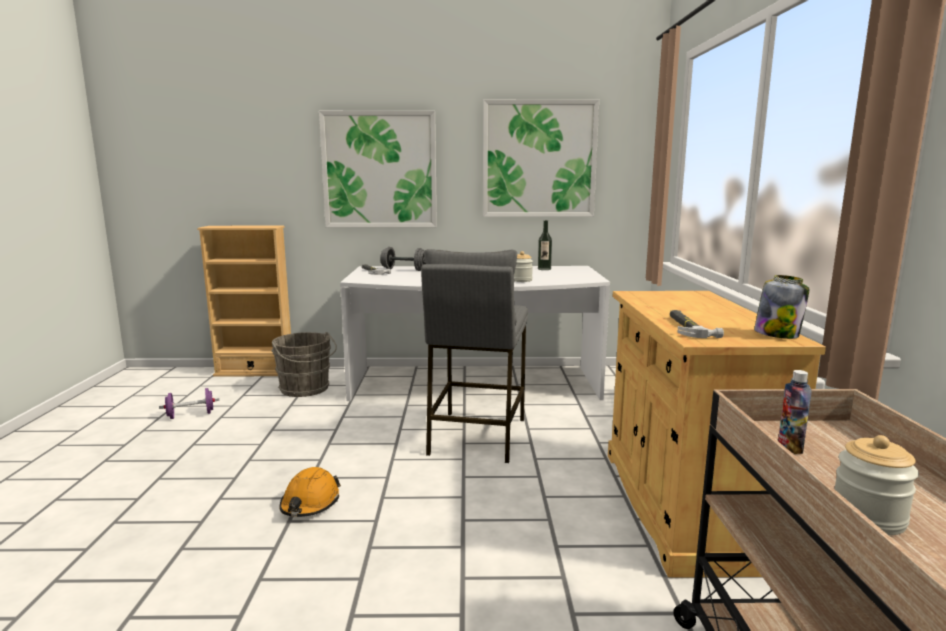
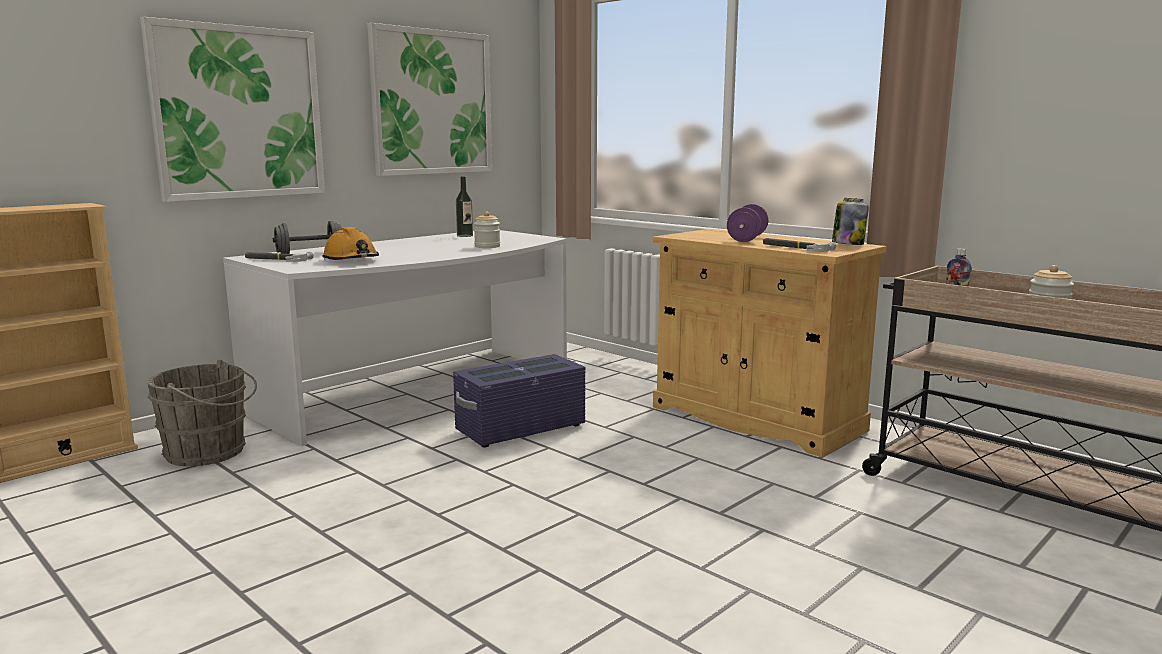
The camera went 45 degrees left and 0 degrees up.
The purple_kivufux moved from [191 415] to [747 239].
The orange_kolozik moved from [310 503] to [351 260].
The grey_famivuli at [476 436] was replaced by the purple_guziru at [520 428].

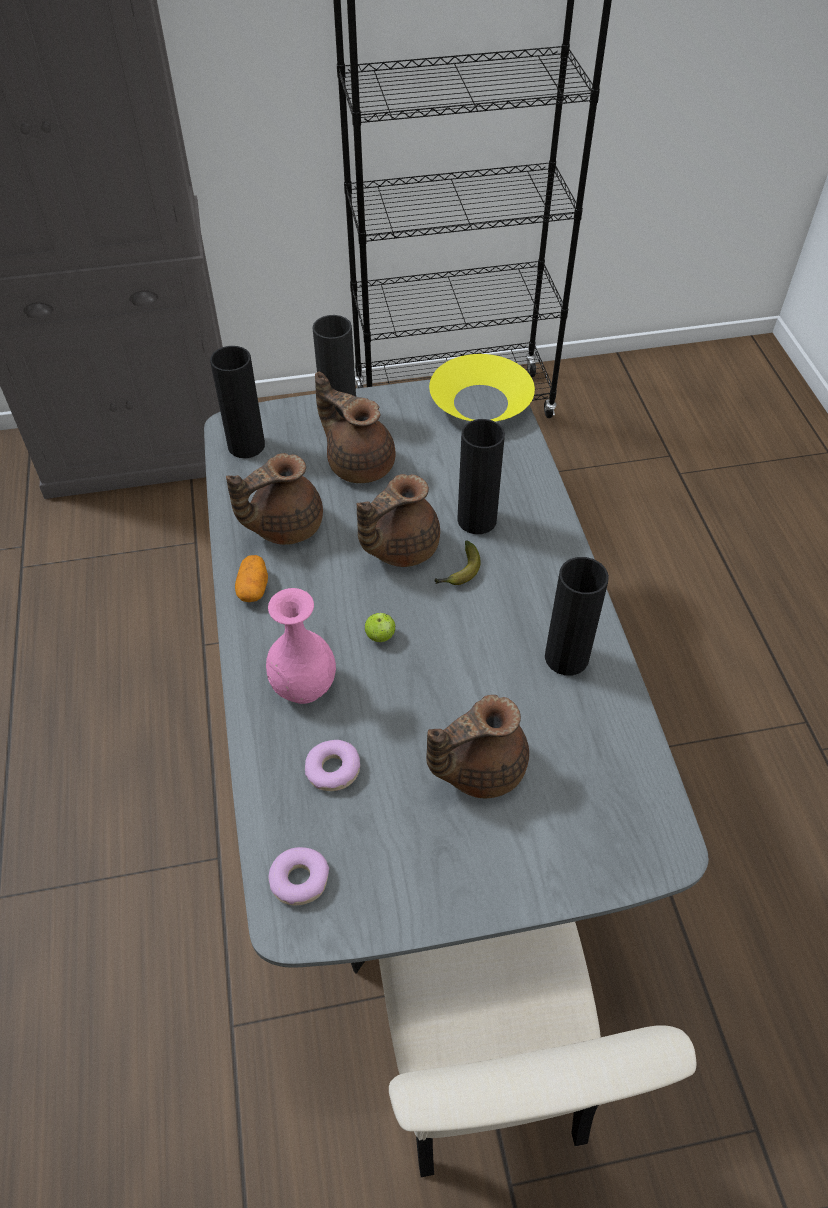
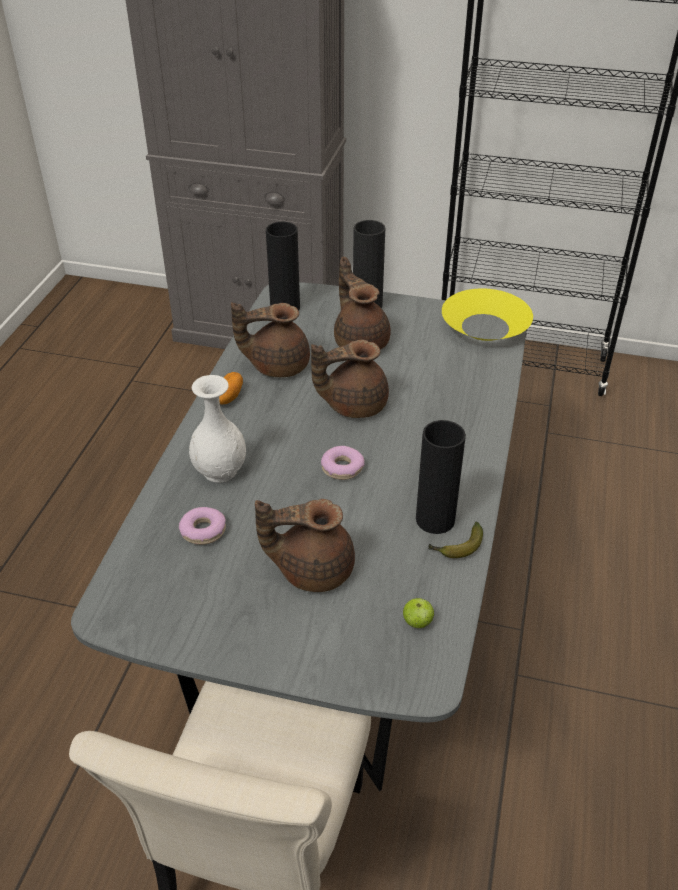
The camera went 25 degrees right and 10 degrees down.
The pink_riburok at [304 685] became the white_riburok at [220 470].
The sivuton moved from [300 880] to [342 468].
The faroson moved from [380 636] to [417 622].
The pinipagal moved from [459 572] to [457 547].
The black_riburok at [477 520] disappeared.

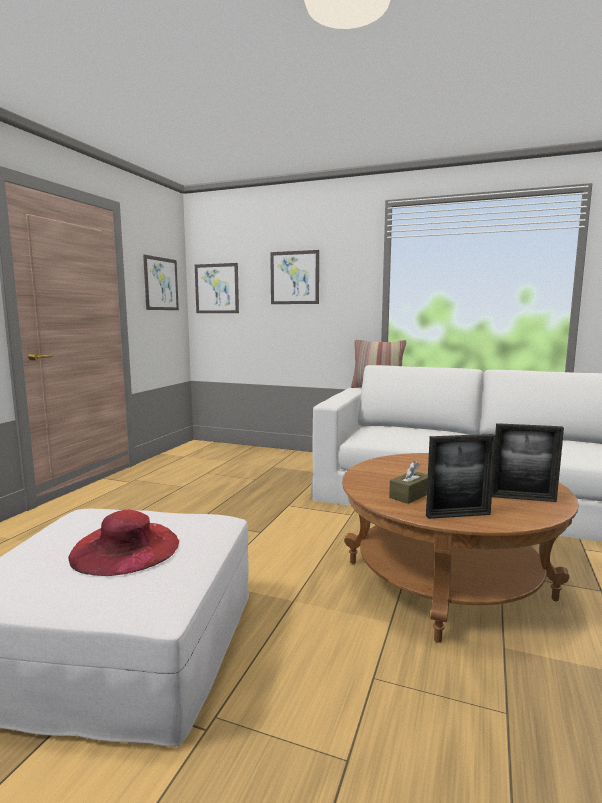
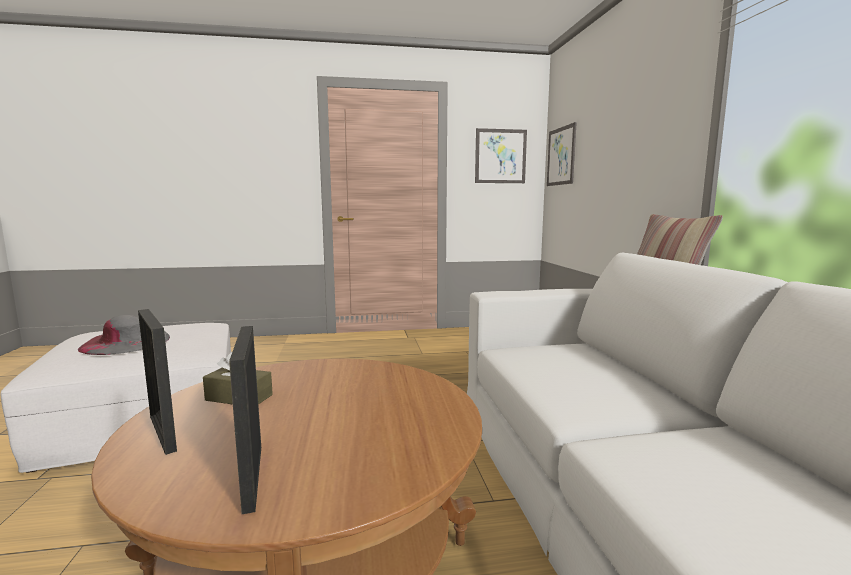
The camera went 60 degrees right and 0 degrees up.
The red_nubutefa at [125 548] became the grey_nubutefa at [126 342].
The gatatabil at [294 277] disappeared.

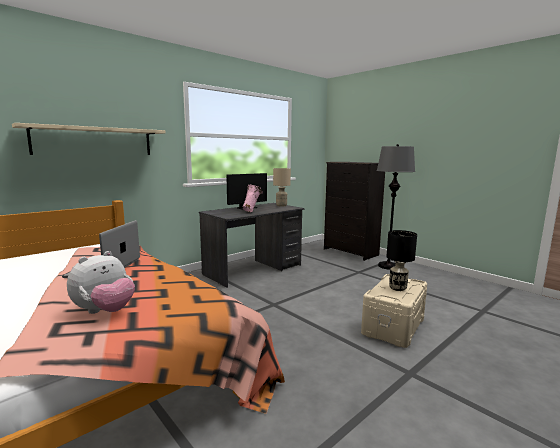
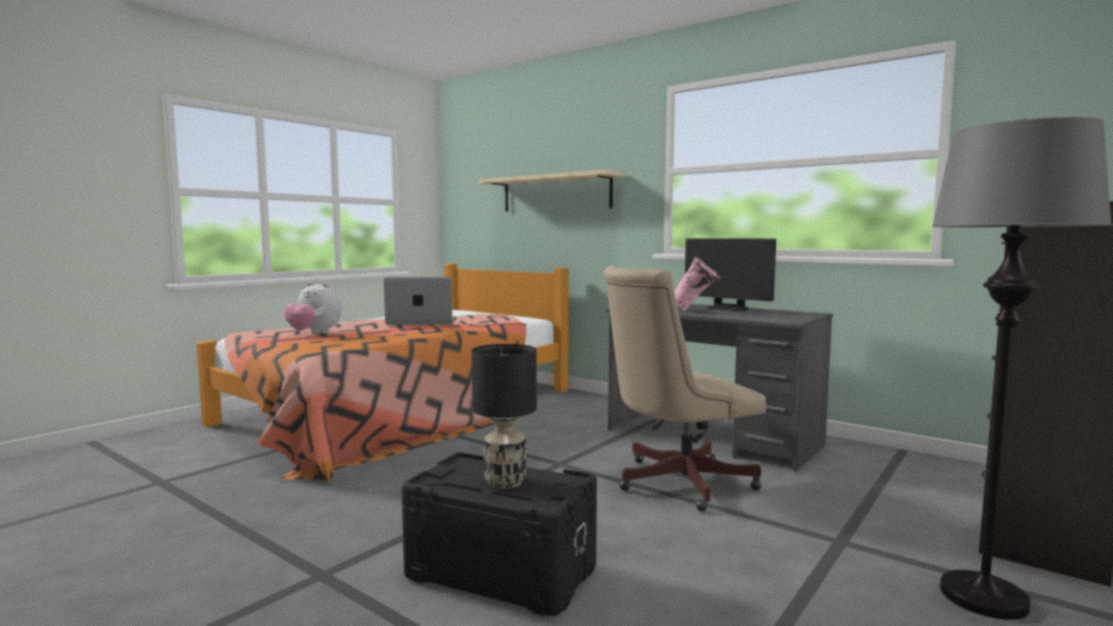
The camera went 80 degrees right and 5 degrees down.
The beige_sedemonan at [281 205] disappeared.
The beige_guziru at [394 326] became the black_guziru at [500 573].
The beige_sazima at [675 482] appeared.

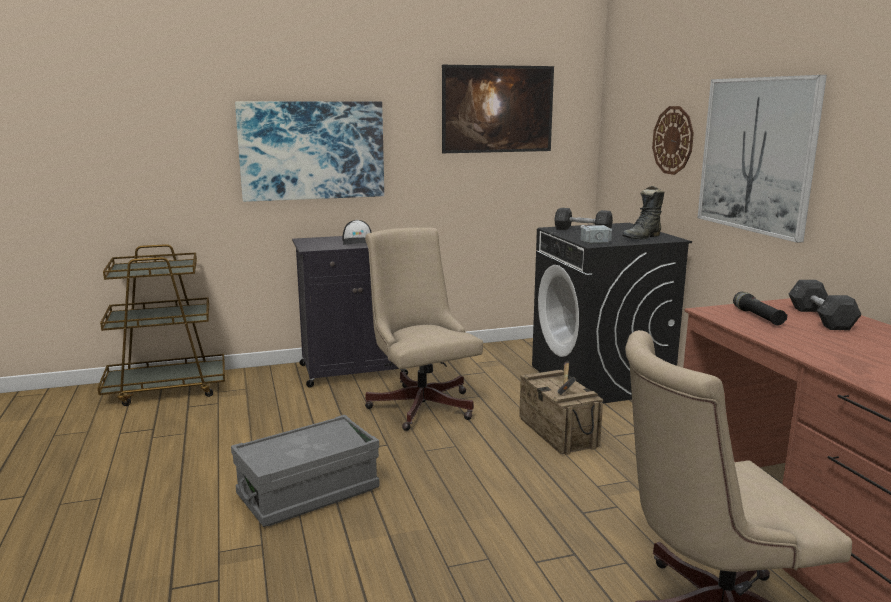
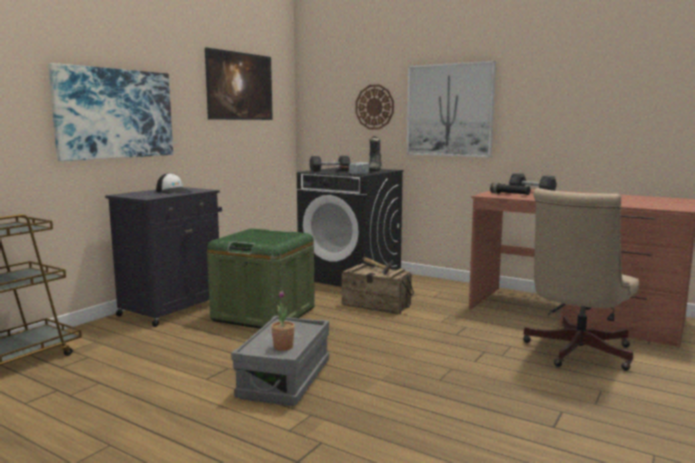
The camera went 40 degrees left and 5 degrees down.
The beige_sazima at [420 403] was replaced by the green_guziru at [264 314].
The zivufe at [283 347] appeared.

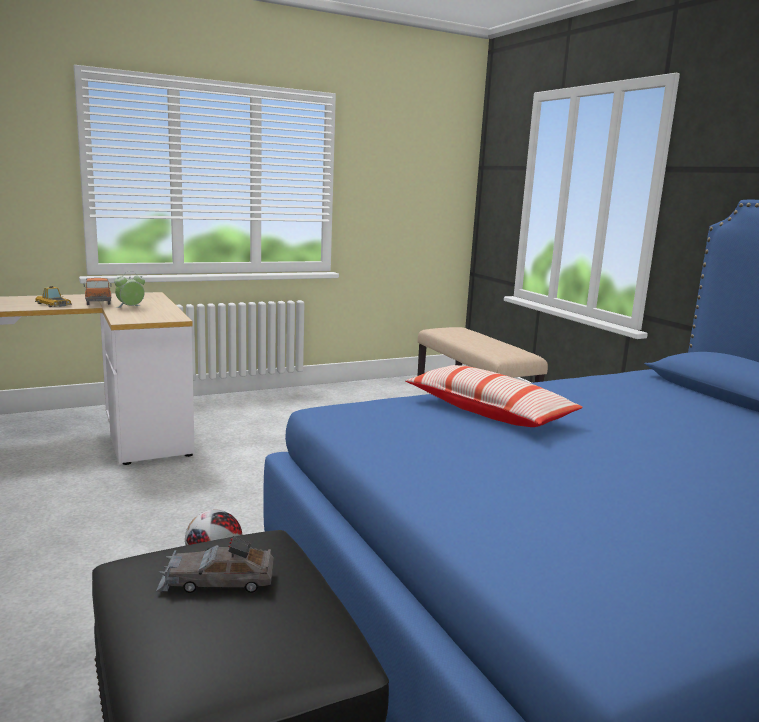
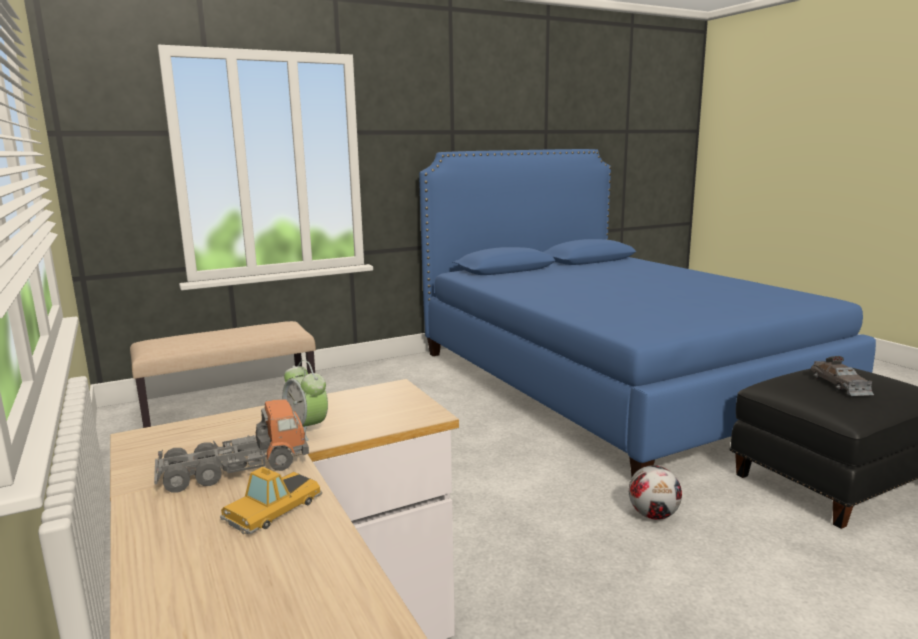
The camera went 90 degrees left and 0 degrees up.
The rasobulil at [488 411] disappeared.

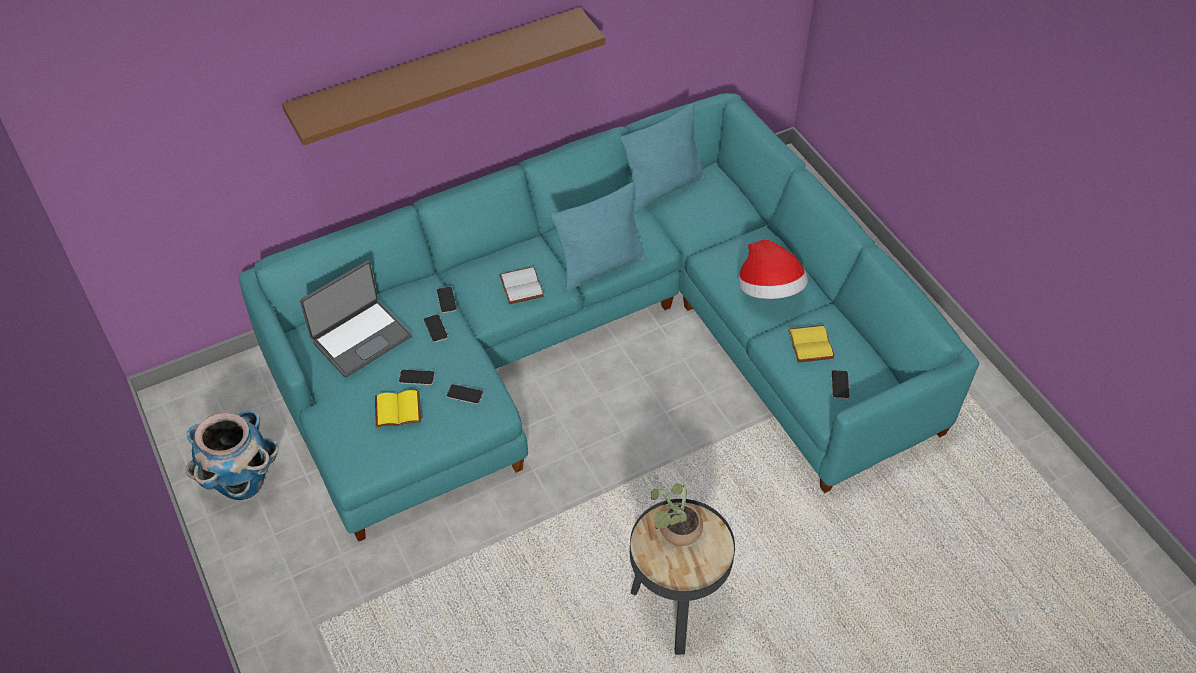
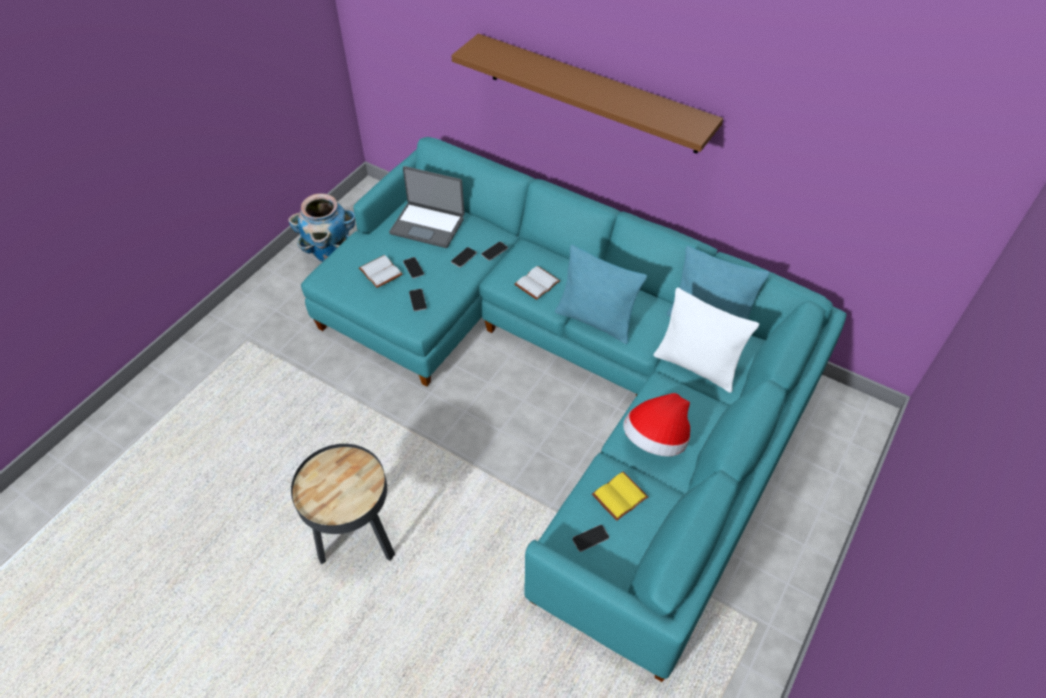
The camera went 60 degrees right and 0 degrees up.
The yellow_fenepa at [397 411] became the white_fenepa at [379 272].
The zivufe at [675 531] disappeared.
The white_rasobulil at [696 366] appeared.

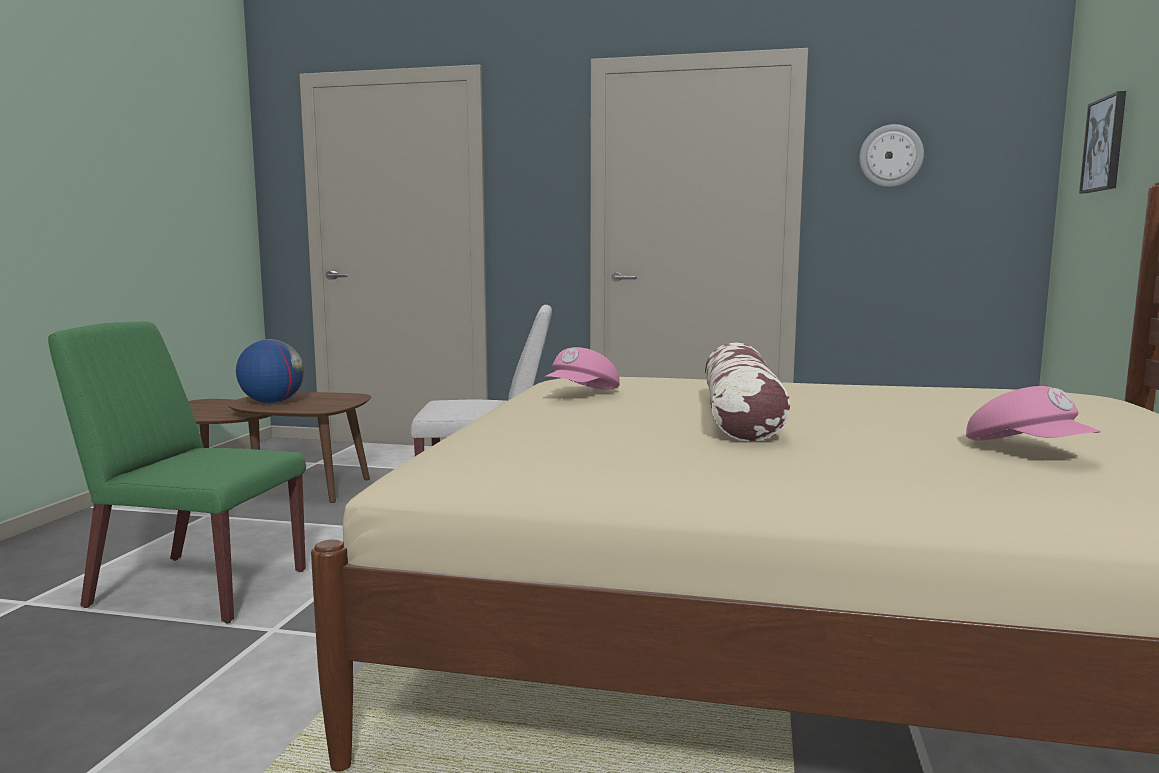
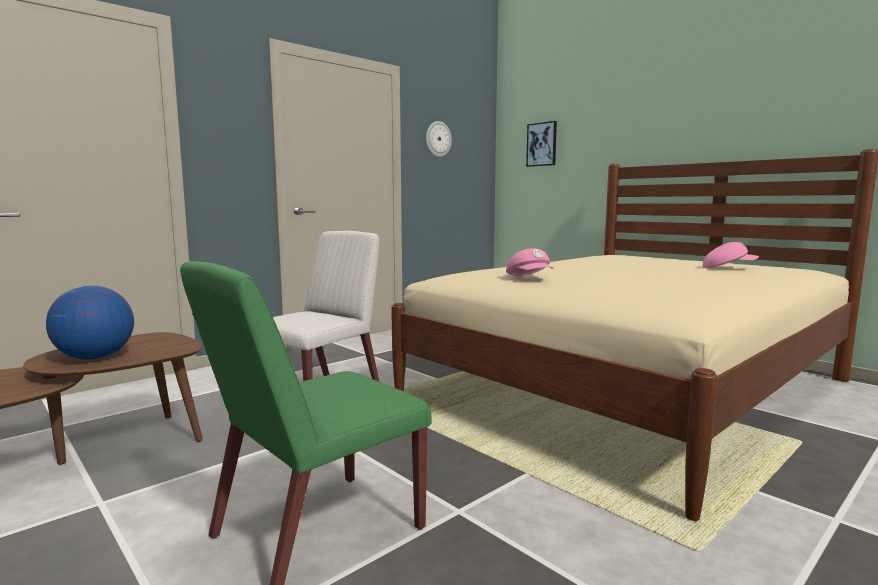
The camera went 55 degrees left and 0 degrees up.
The rasobulil at [740 417] disappeared.

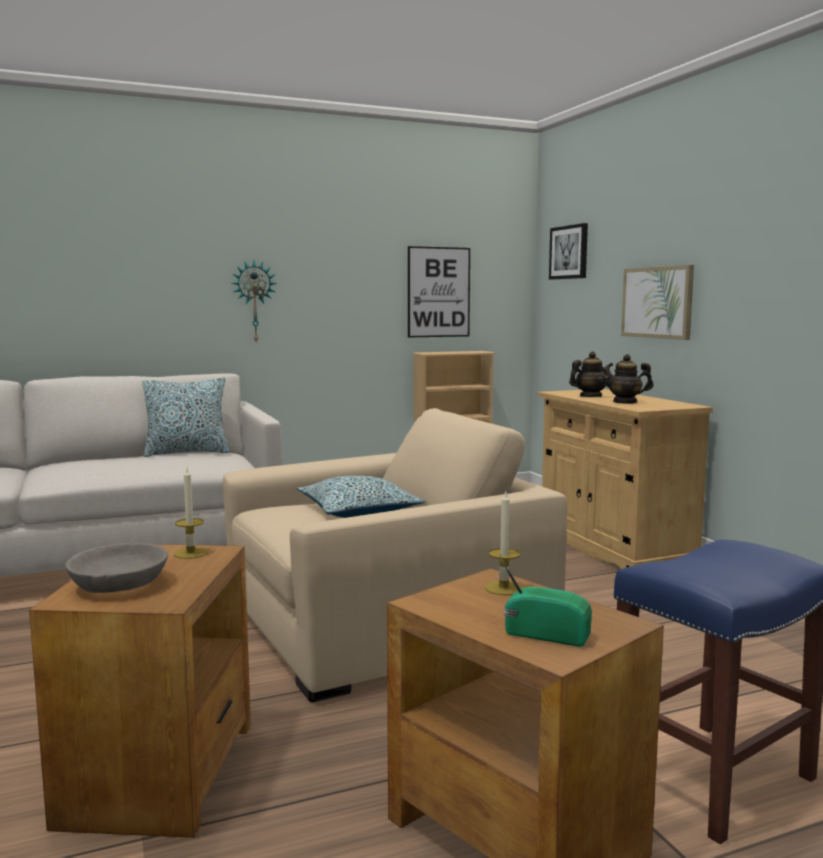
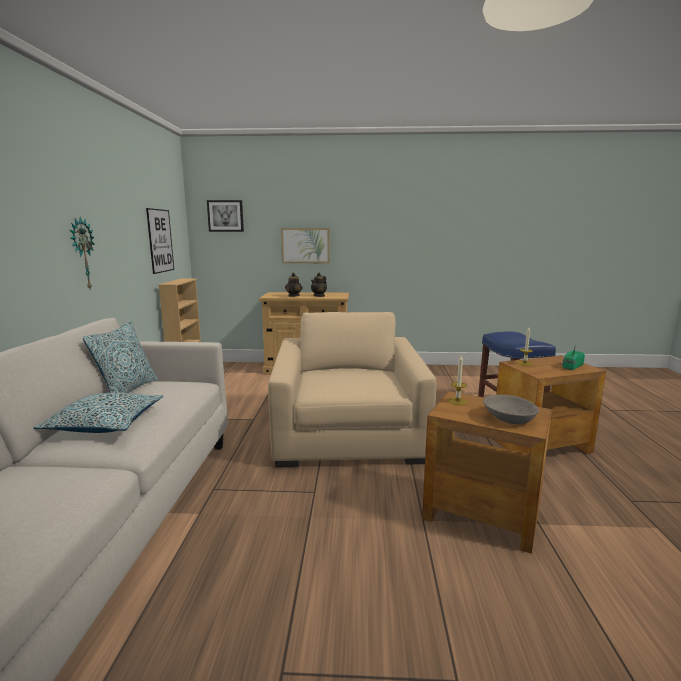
The camera went 65 degrees left and 5 degrees up.
The rasobulil moved from [359 511] to [106 423].

